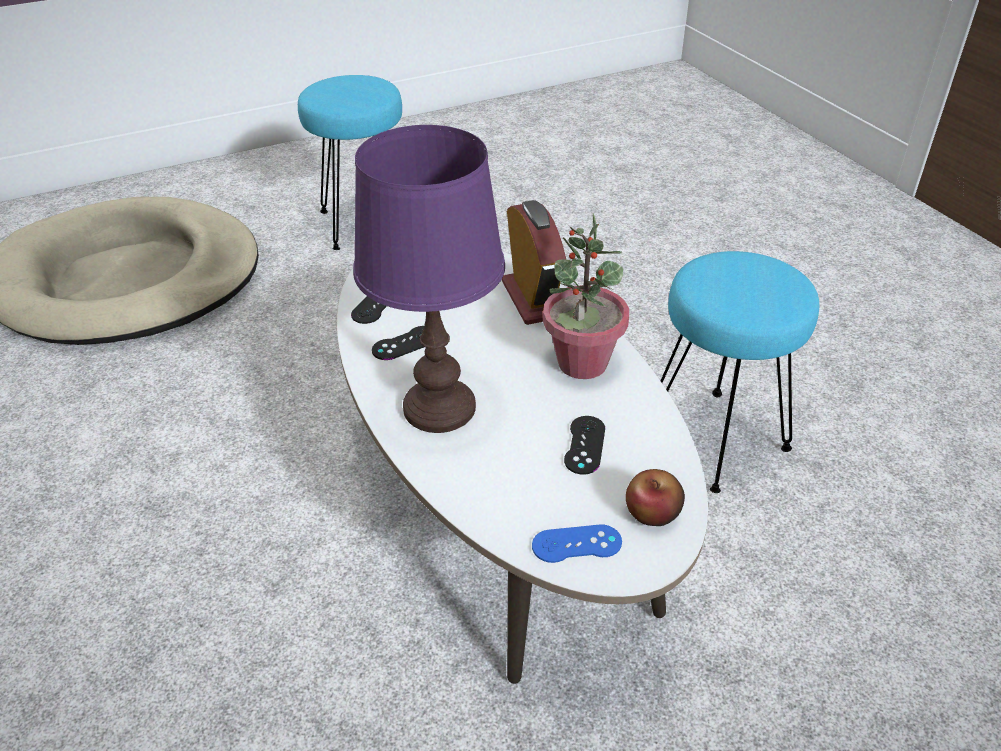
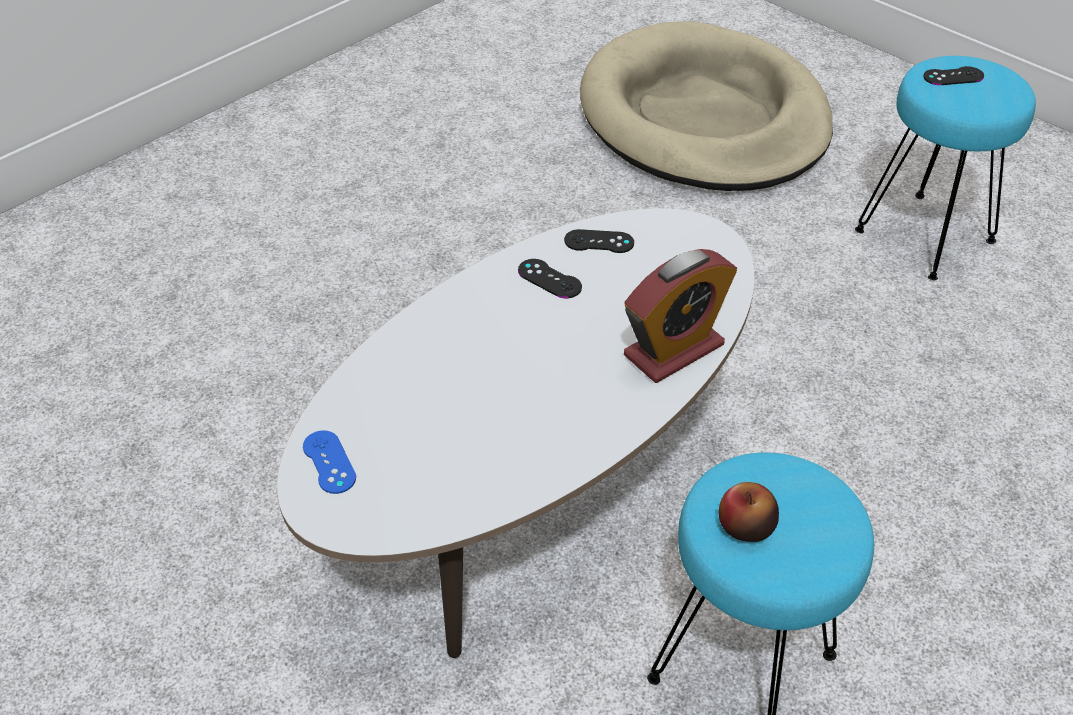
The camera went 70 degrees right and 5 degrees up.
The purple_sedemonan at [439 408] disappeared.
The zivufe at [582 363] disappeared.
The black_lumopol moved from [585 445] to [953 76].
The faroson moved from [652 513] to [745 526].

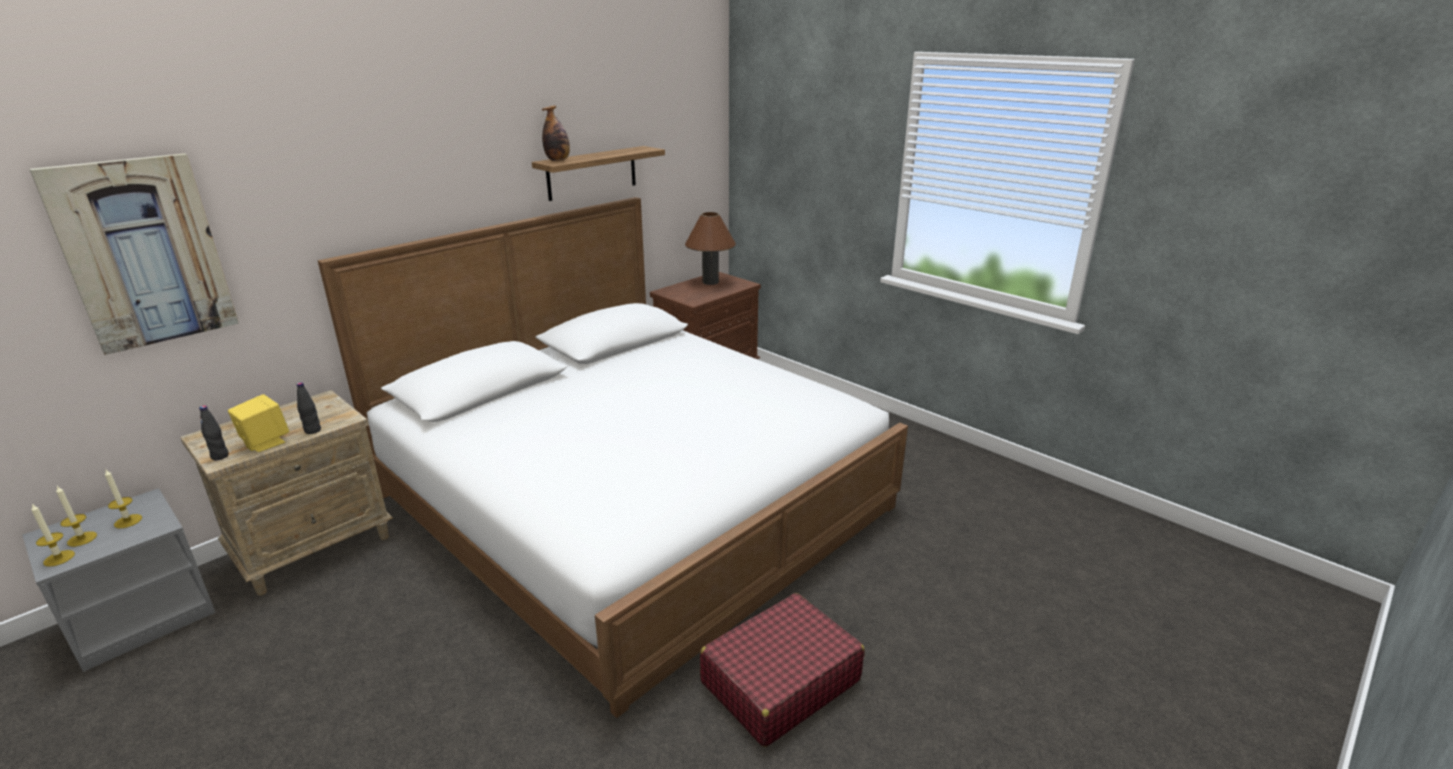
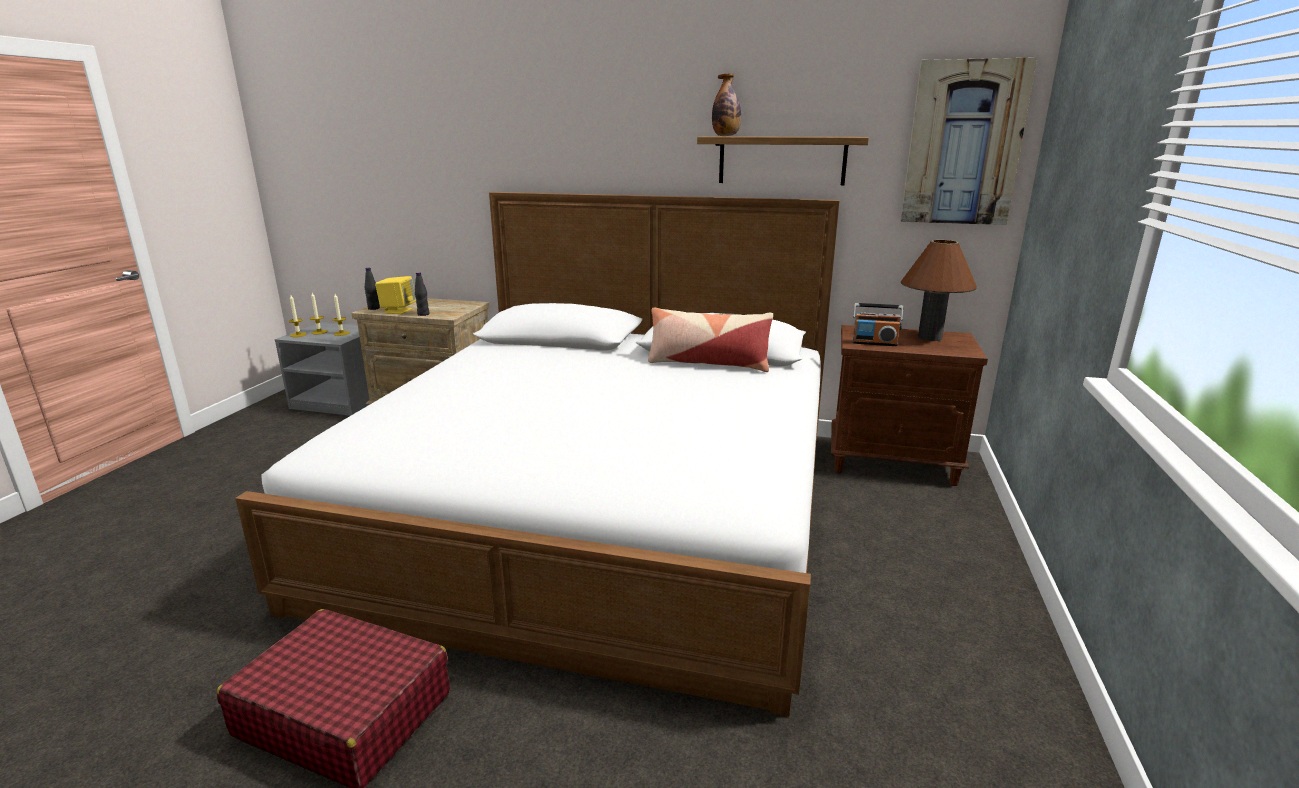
The camera went 60 degrees right and 5 degrees down.
The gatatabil moved from [143 253] to [963 144].
The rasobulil at [708 363] appeared.
The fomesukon at [874 343] appeared.

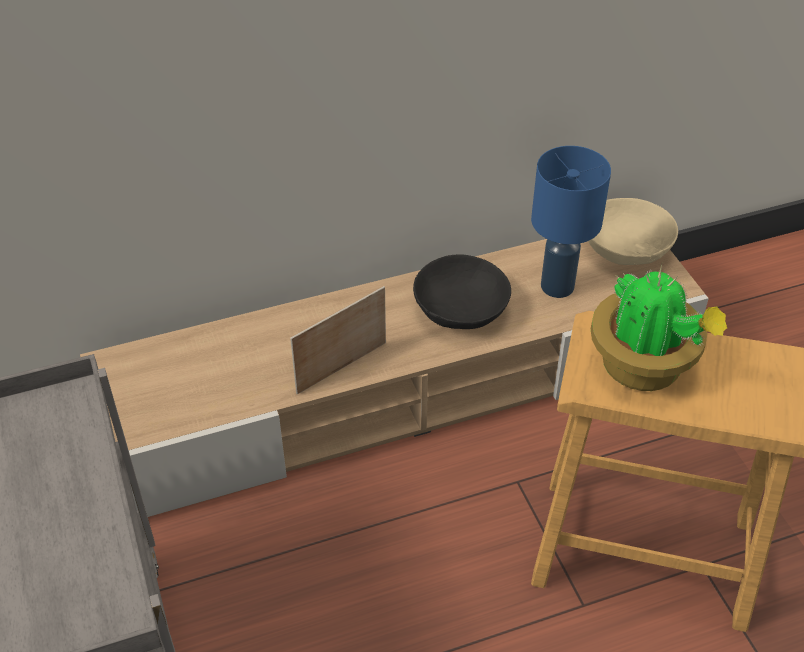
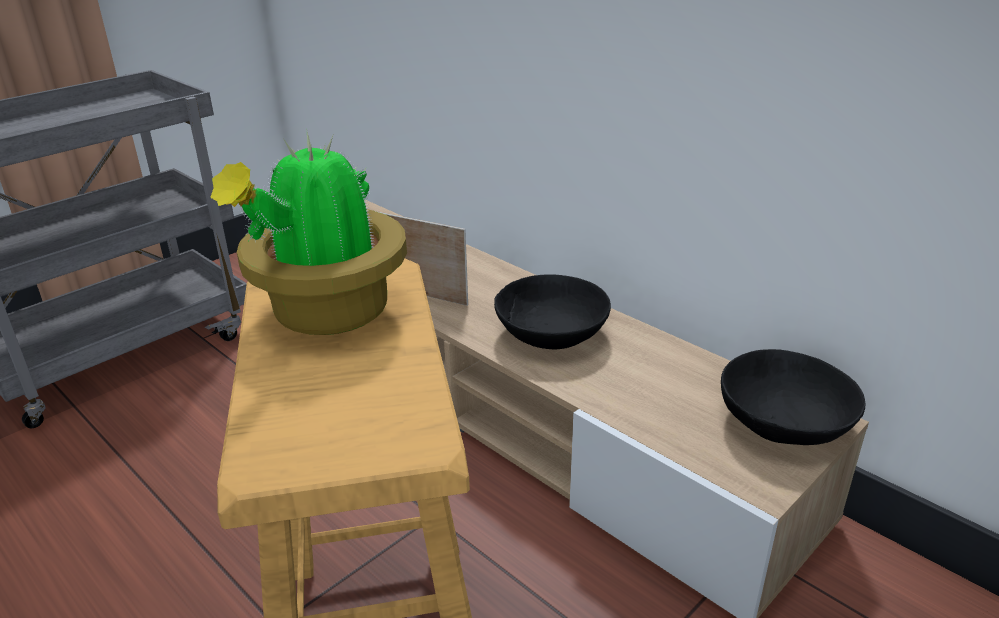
The camera went 65 degrees right and 15 degrees down.
The blue_sedemonan at [558 286] disappeared.
The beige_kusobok at [627 248] became the black_kusobok at [785 423].

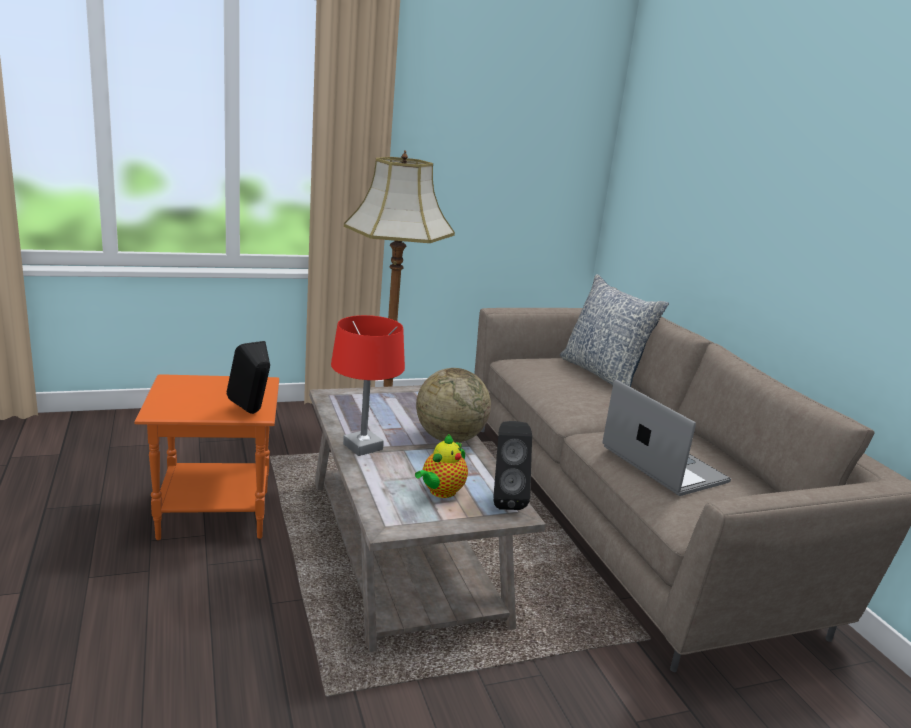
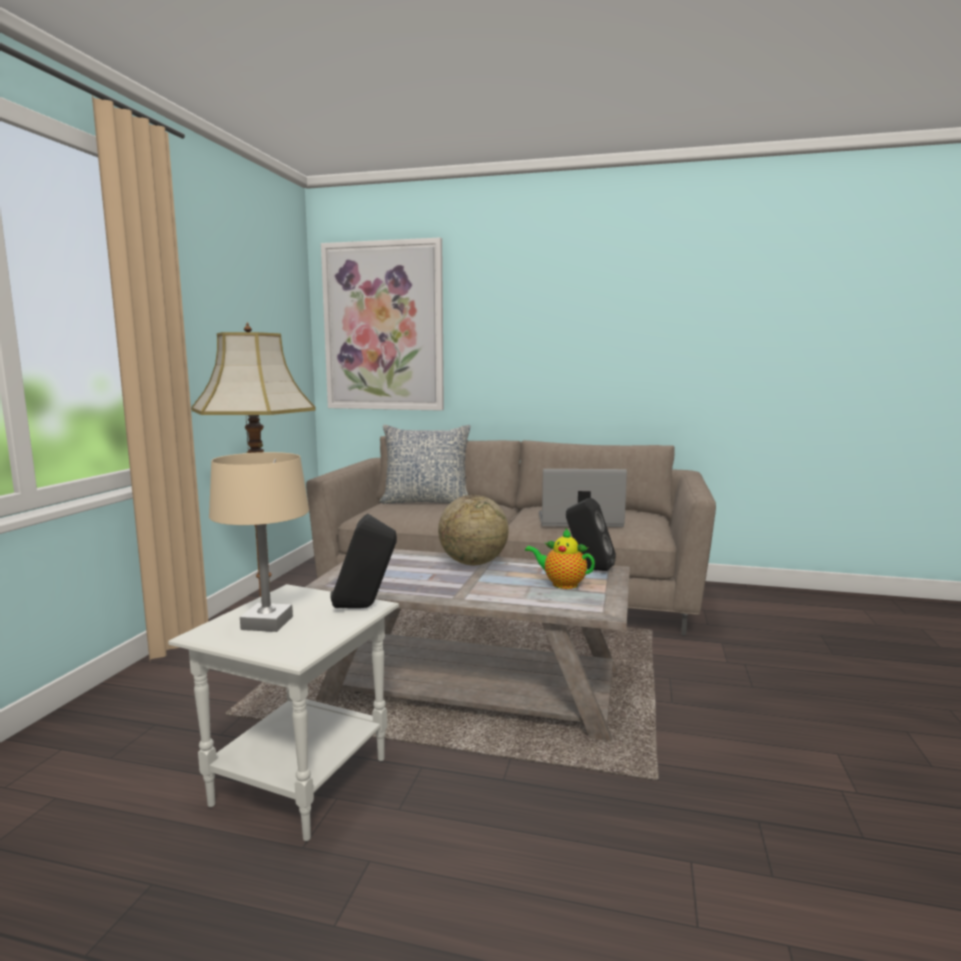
The camera went 55 degrees left and 10 degrees down.
The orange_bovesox at [216 514] became the white_bovesox at [302 780].
The red_sedemonan at [363 446] disappeared.
The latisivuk at [440 492] turned 135 degrees clockwise.
The beige_sedemonan at [267 623] appeared.
The gatatabil at [383 327] appeared.

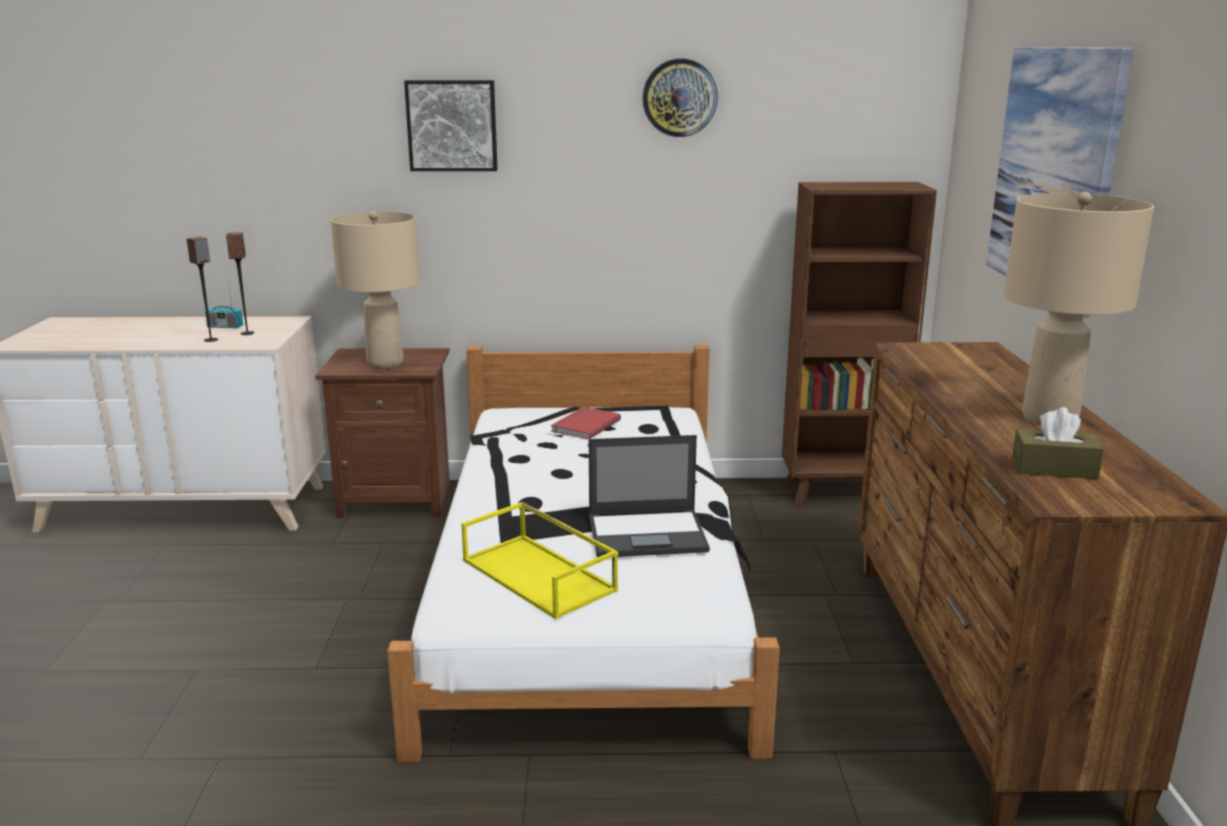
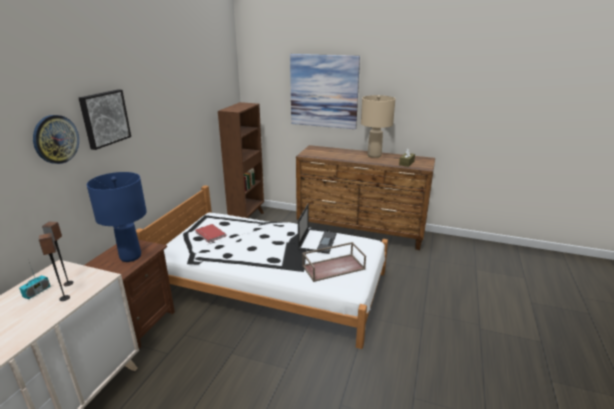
The camera went 70 degrees left and 5 degrees up.
The beige_sedemonan at [384 364] became the blue_sedemonan at [130 257].
The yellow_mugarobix at [540 575] became the brown_mugarobix at [333 267].
The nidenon moved from [679 98] to [55 139].

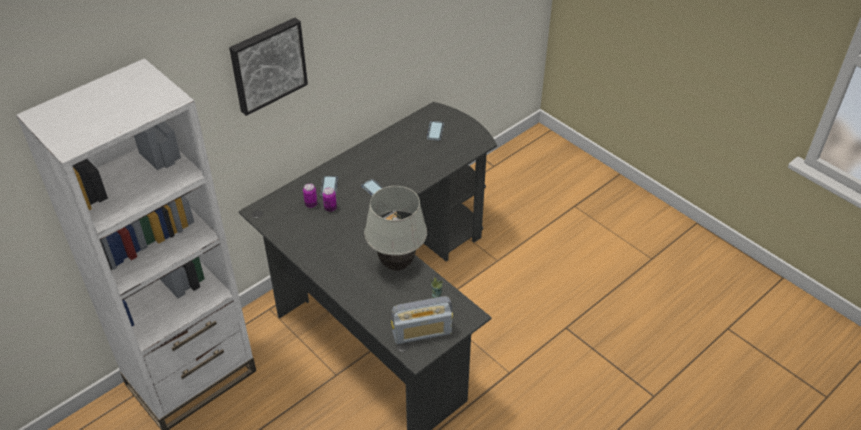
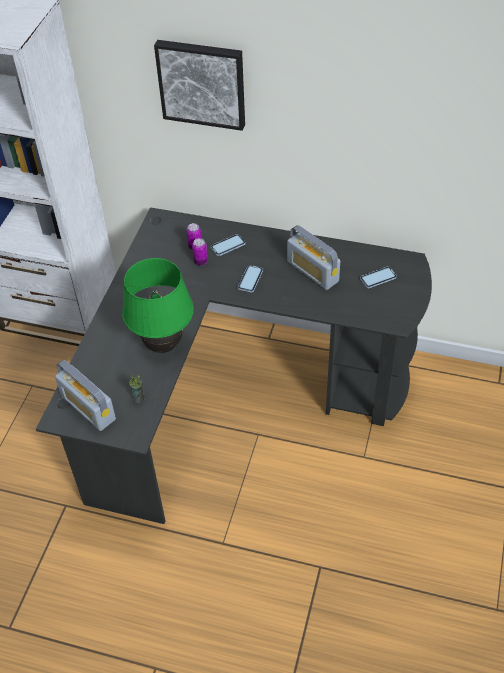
The camera went 60 degrees right and 5 degrees up.
The white_sedemonan at [396 264] became the green_sedemonan at [163 345].
The fomesukon at [313 272] appeared.

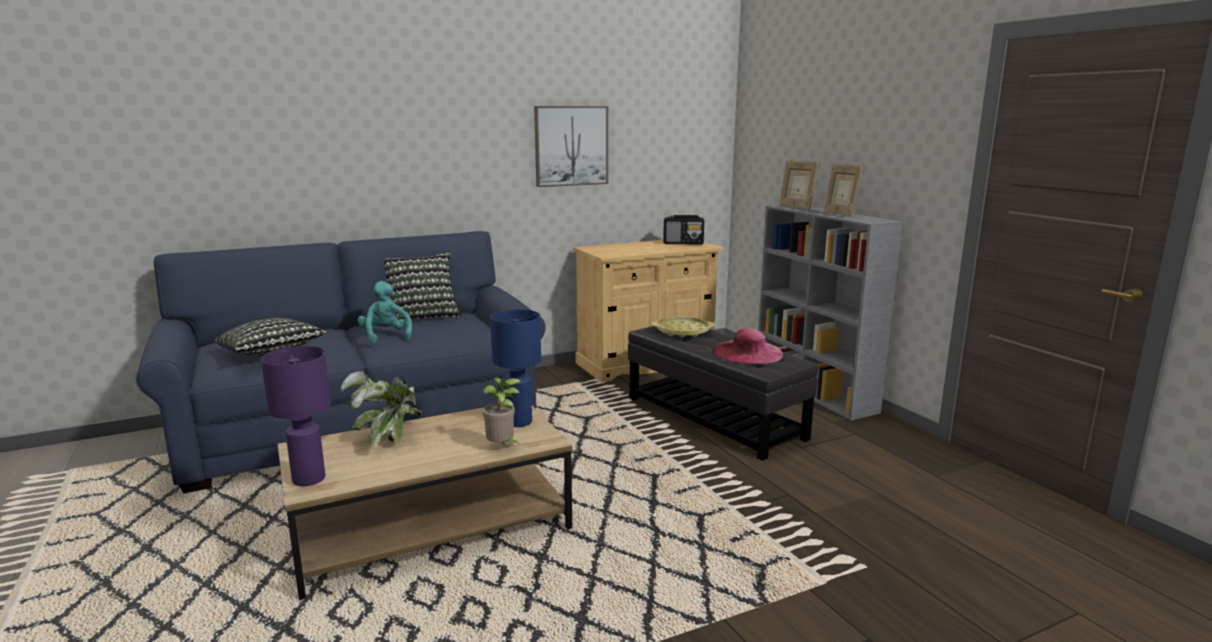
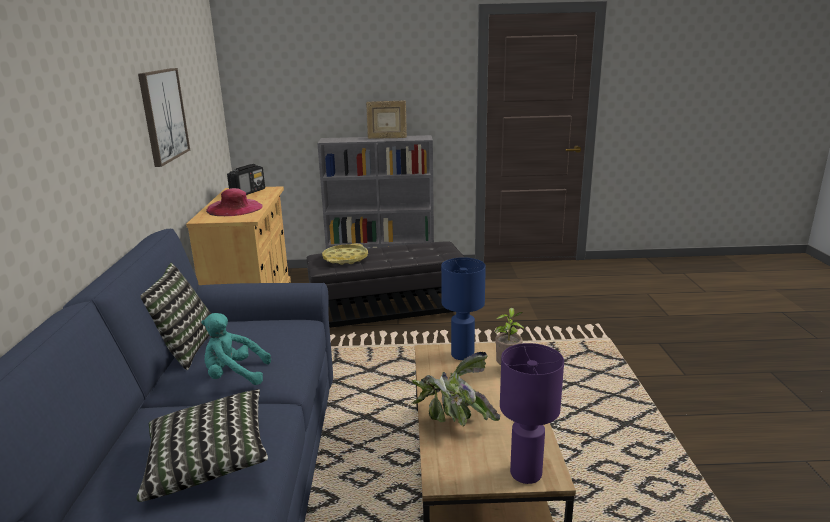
The camera went 65 degrees left and 5 degrees up.
The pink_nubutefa moved from [748 352] to [234 208].
The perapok at [796 207] disappeared.

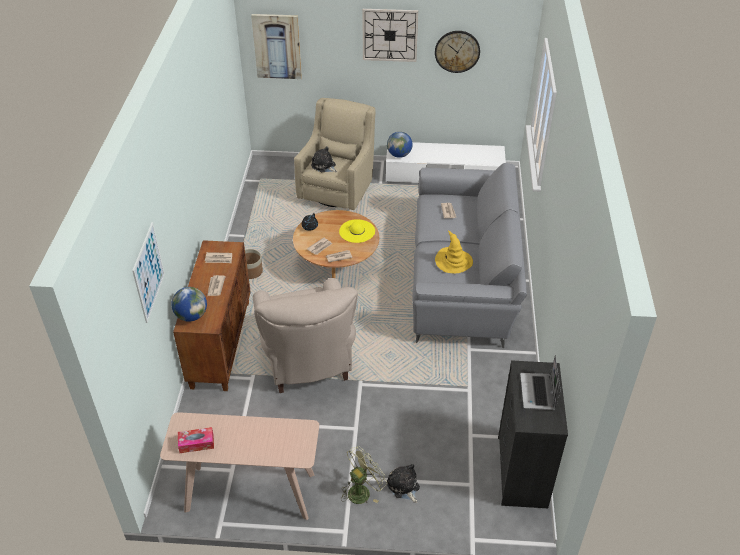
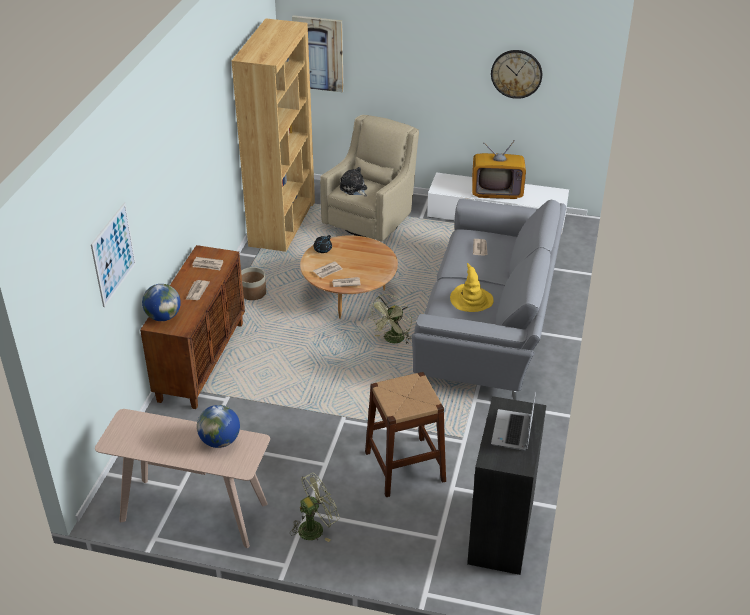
The camera went 10 degrees right and 5 degrees down.
The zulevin at [196 443] disappeared.
The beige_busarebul at [307 361] disappeared.
The yellow_nubutefa at [357 231] disappeared.
The nidenon at [390 35] disappeared.
The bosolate moved from [399 155] to [220 441].
The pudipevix at [404 487] disappeared.
The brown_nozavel at [282 223] appeared.
The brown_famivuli at [404 466] appeared.
The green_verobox at [392 340] appeared.
The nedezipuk at [497 190] appeared.

